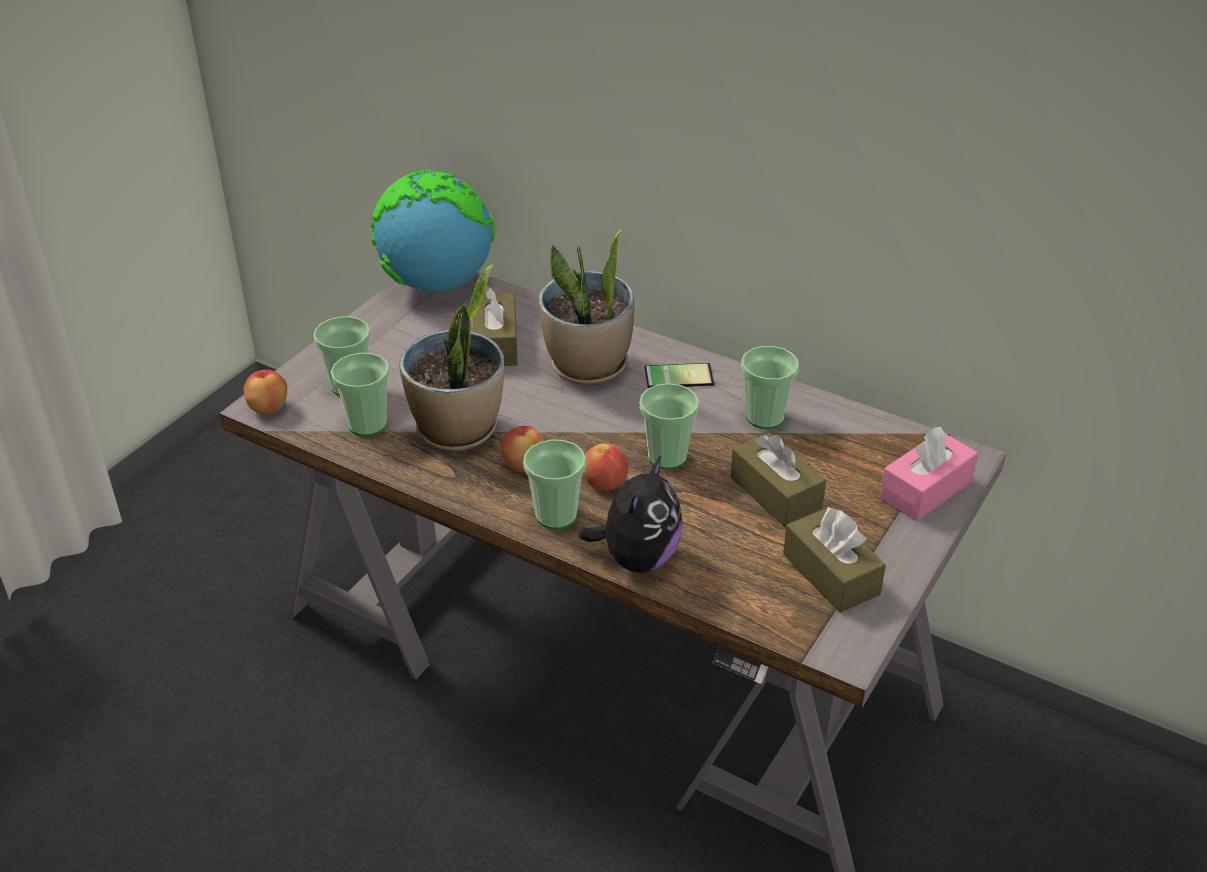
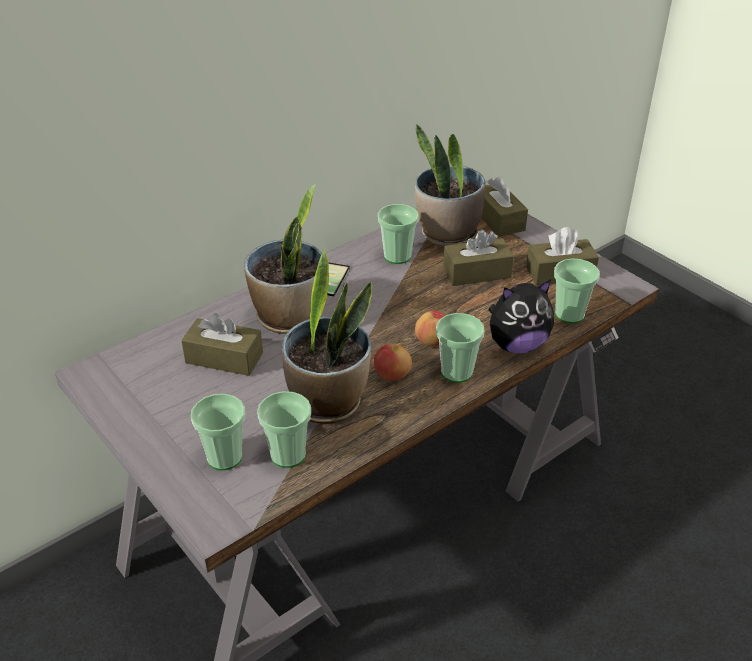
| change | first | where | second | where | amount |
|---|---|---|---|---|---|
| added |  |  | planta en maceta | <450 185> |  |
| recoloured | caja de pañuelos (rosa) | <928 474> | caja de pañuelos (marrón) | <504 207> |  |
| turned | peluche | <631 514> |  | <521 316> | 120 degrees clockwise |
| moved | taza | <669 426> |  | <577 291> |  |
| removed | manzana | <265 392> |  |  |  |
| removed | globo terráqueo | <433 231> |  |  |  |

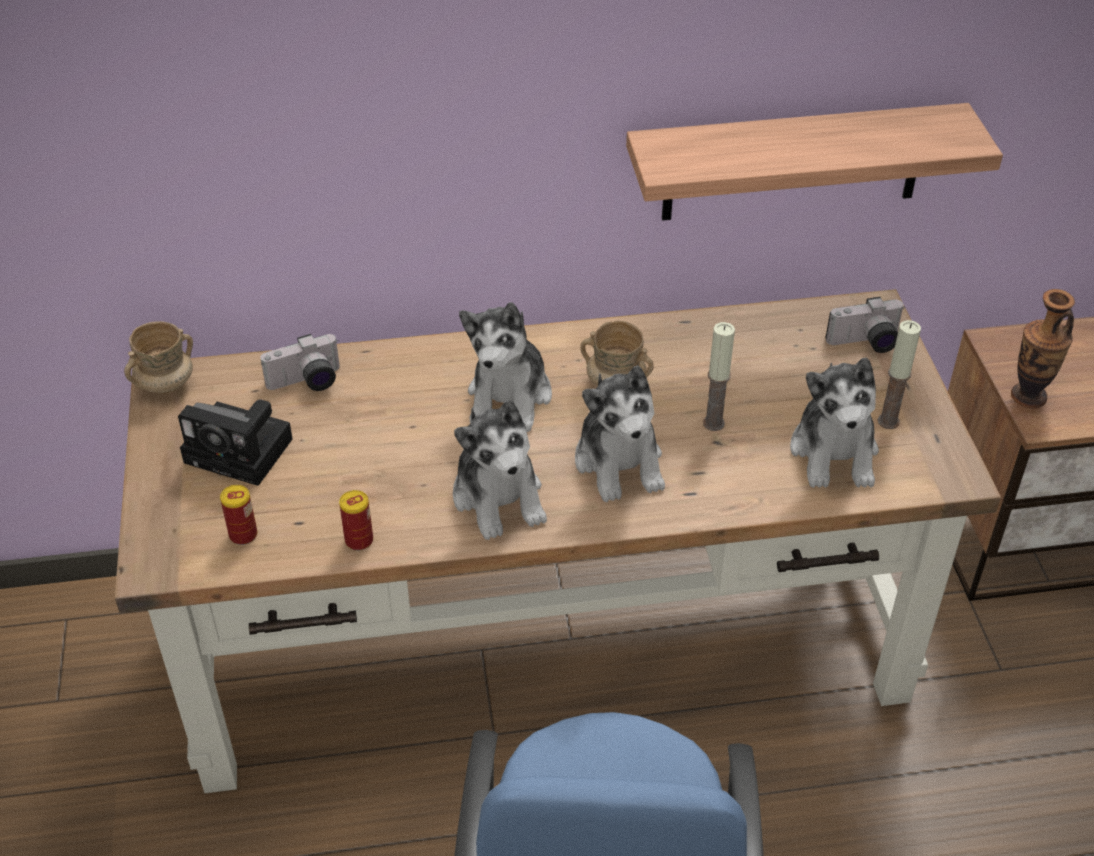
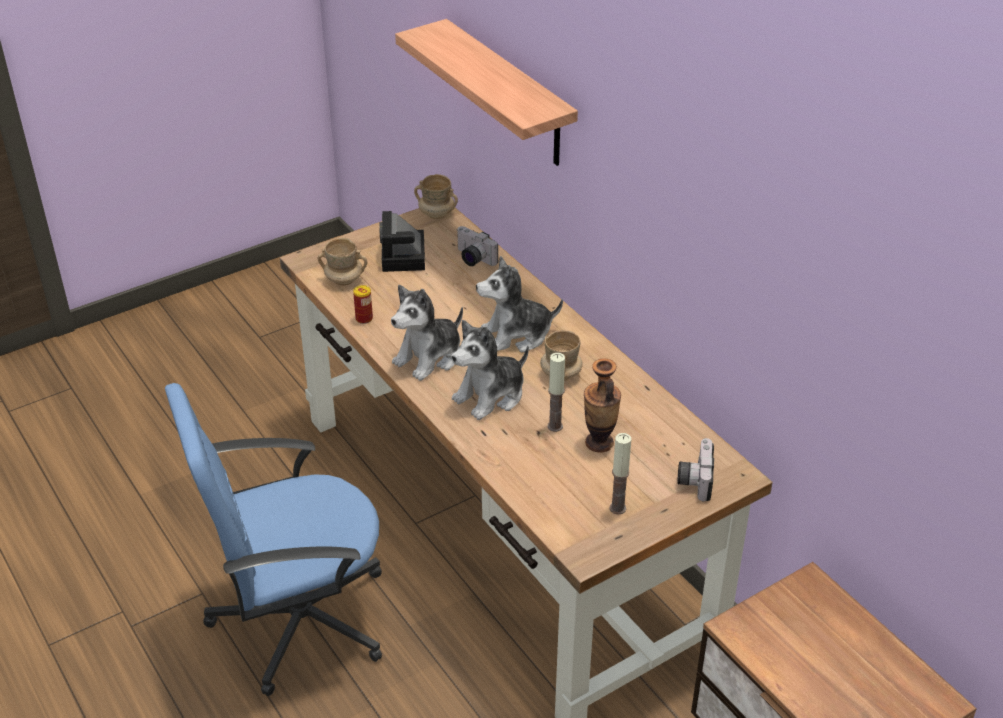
| change | first | where | second | where | amount |
|---|---|---|---|---|---|
| replaced | lata | <238 515> | taza grande (beis) | <342 262> |  |
| moved | estante | <814 162> |  | <486 92> |  |
| moved | florero | <1043 348> |  | <602 405> |  |
| turned | cámara | <864 325> |  | <695 469> | 45 degrees clockwise |
| removed | peluche | <834 422> |  |  |  |

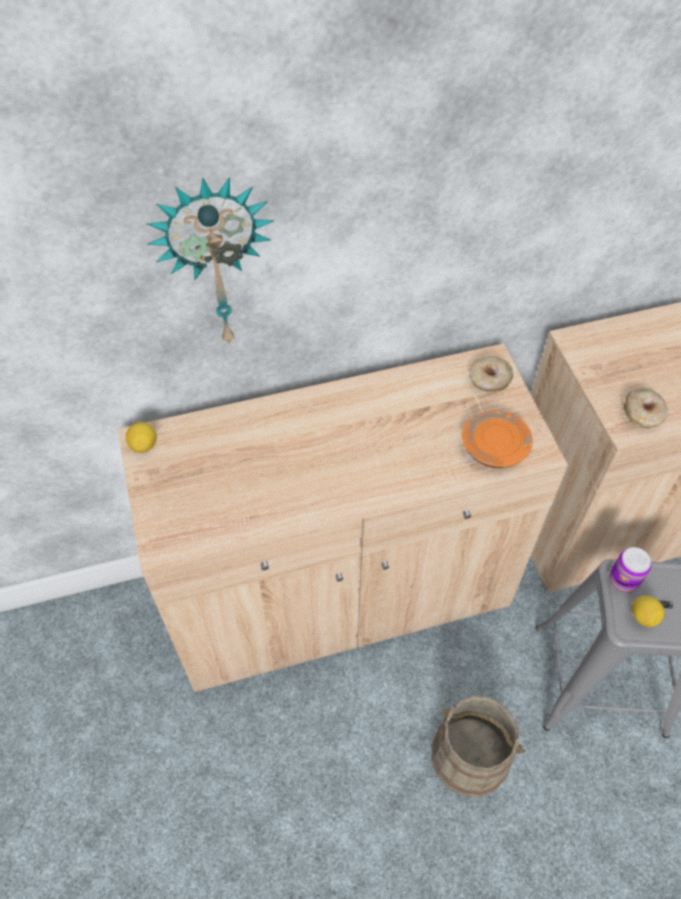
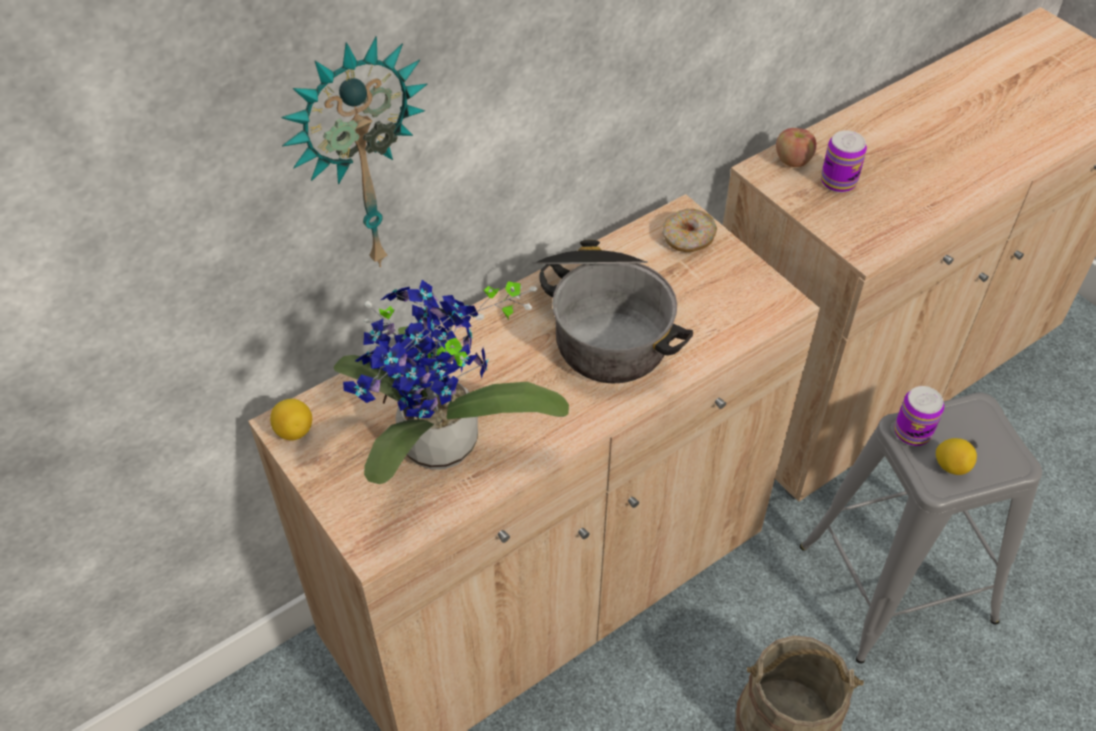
| change | first | where | second | where | amount |
|---|---|---|---|---|---|
| added |  |  | planta en maceta | <451 382> |  |
| added |  |  | olla | <613 312> |  |
| added |  |  | manzana | <796 147> |  |
| added |  |  | lata | <844 161> |  |
| removed | plato (naranja) | <497 439> |  |  |  |
| removed | rosquilla | <646 408> |  |  |  |

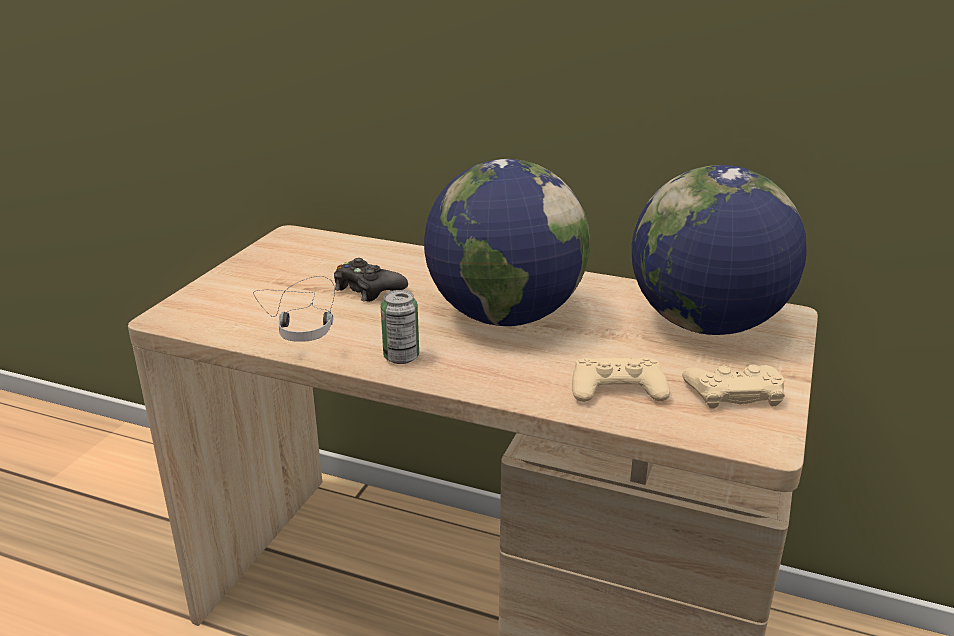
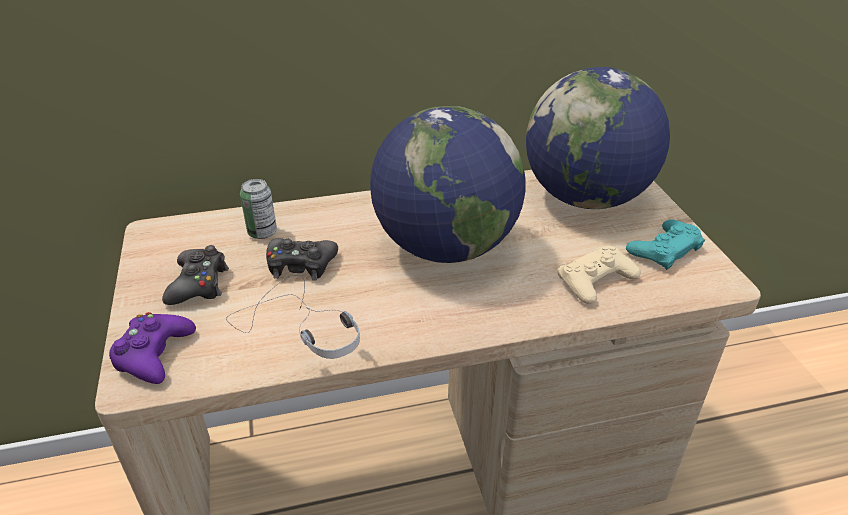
| change | first | where | second | where | amount |
|---|---|---|---|---|---|
| added |  |  | mando de consola (morado) | <152 348> |  |
| added |  |  | mando de consola (negro) | <195 275> |  |
| moved | lata | <400 327> |  | <258 209> |  |
| recoloured | mando de consola (beis) | <733 387> | mando de consola (turquesa) | <665 245> |  |

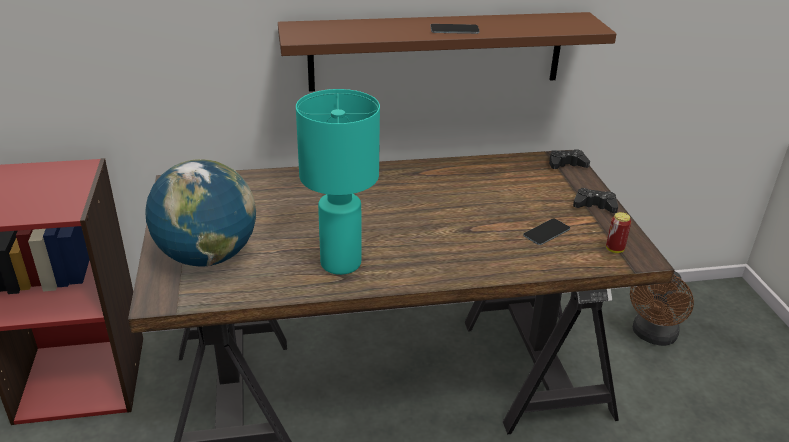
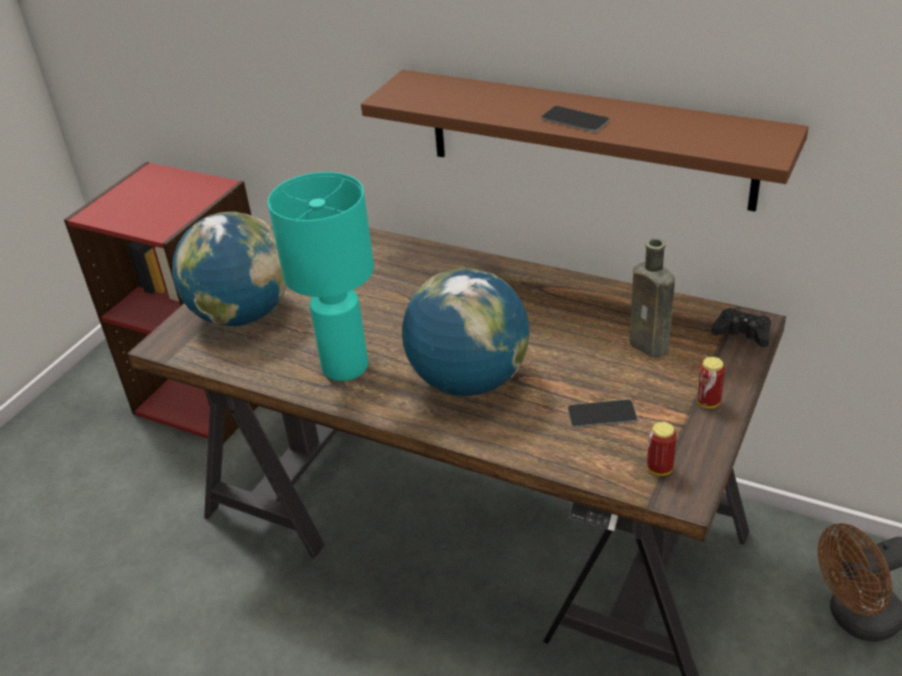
| change | first | where | second | where | amount |
|---|---|---|---|---|---|
| added |  |  | globo terráqueo | <465 332> |  |
| added |  |  | botella (marrón) | <652 298> |  |
| replaced | mando de consola (negro) | <595 200> | lata | <711 382> |  |

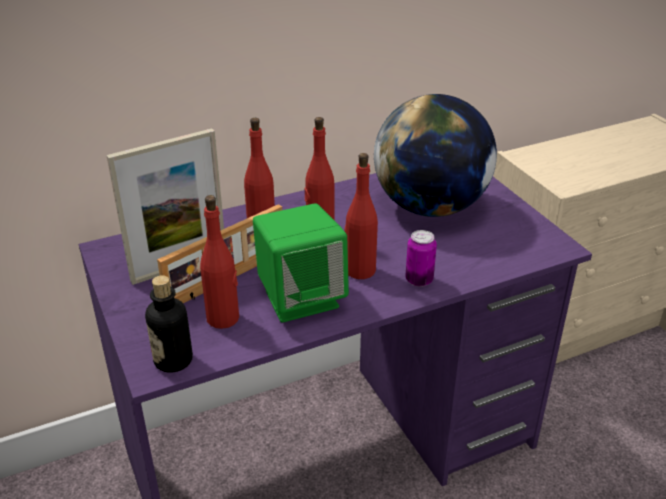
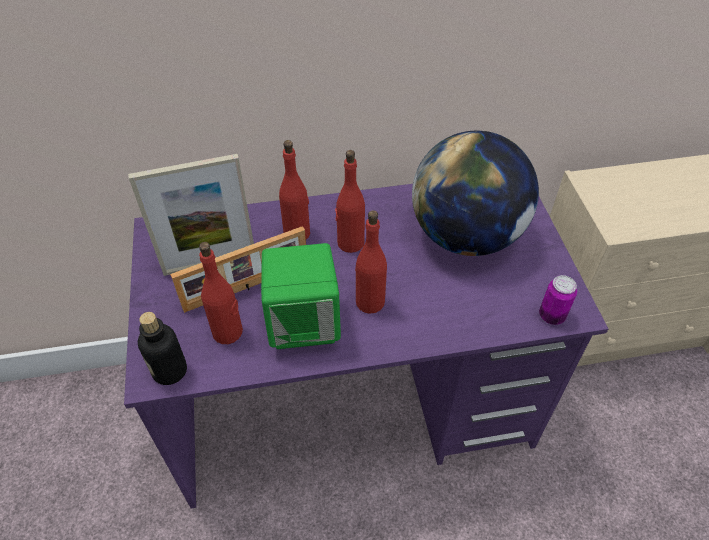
| change | first | where | second | where | amount |
|---|---|---|---|---|---|
| moved | lata | <421 258> |  | <558 300> |  |

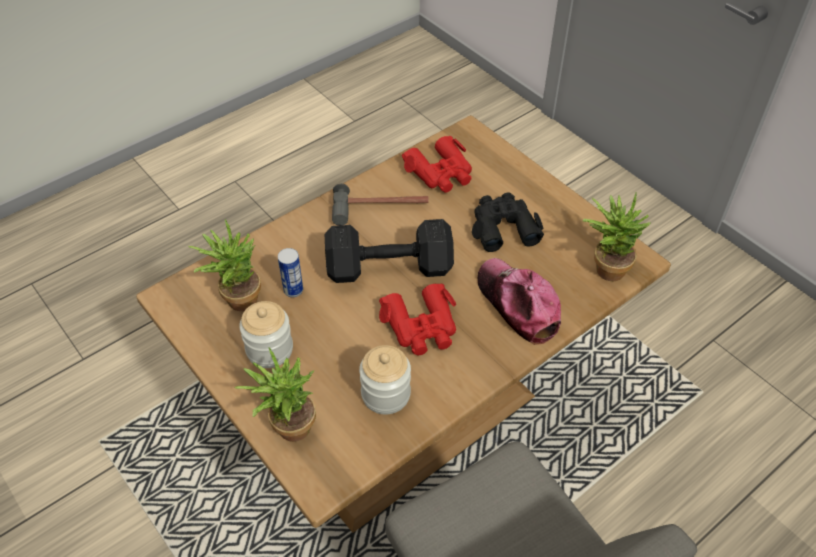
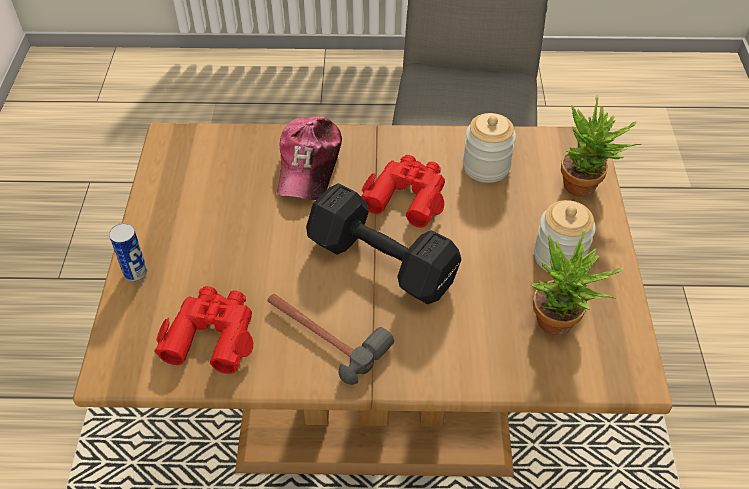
| change | first | where | second | where | amount |
|---|---|---|---|---|---|
| moved | lata | <290 272> |  | <128 252> |  |
| removed | prismáticos (negro) | <508 222> |  |  |  |
| removed | planta en maceta | <616 236> |  |  |  |

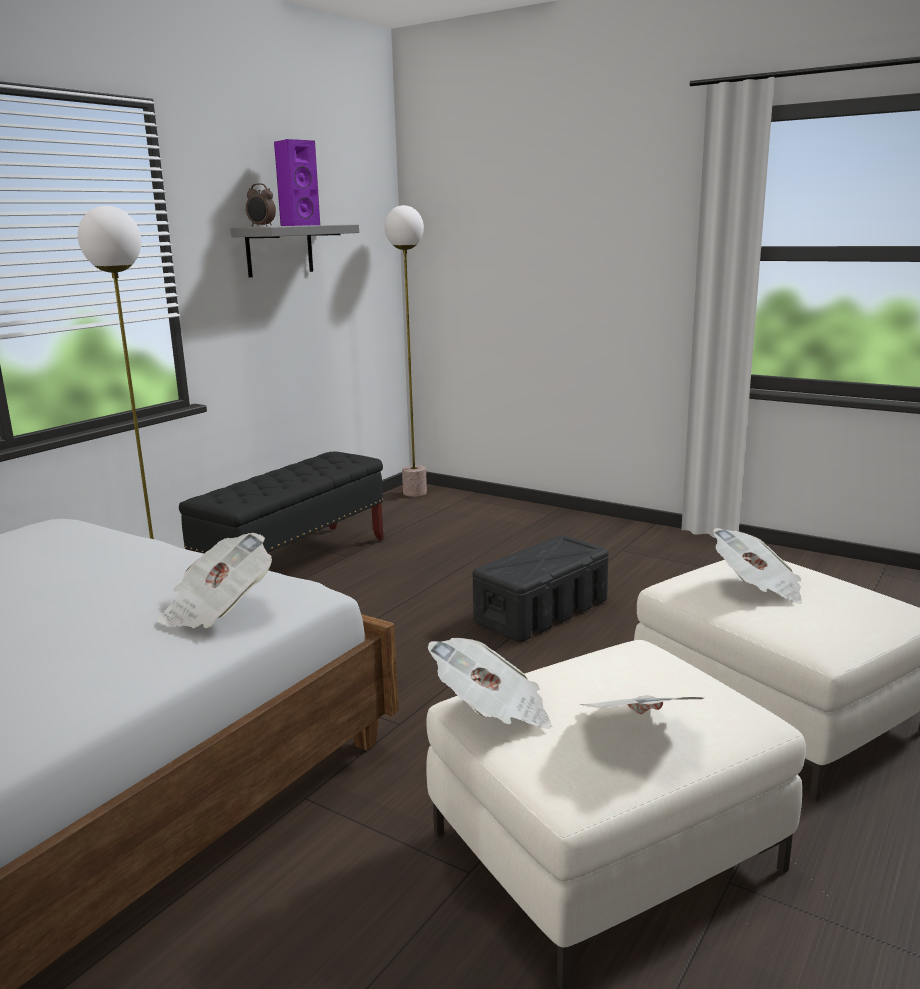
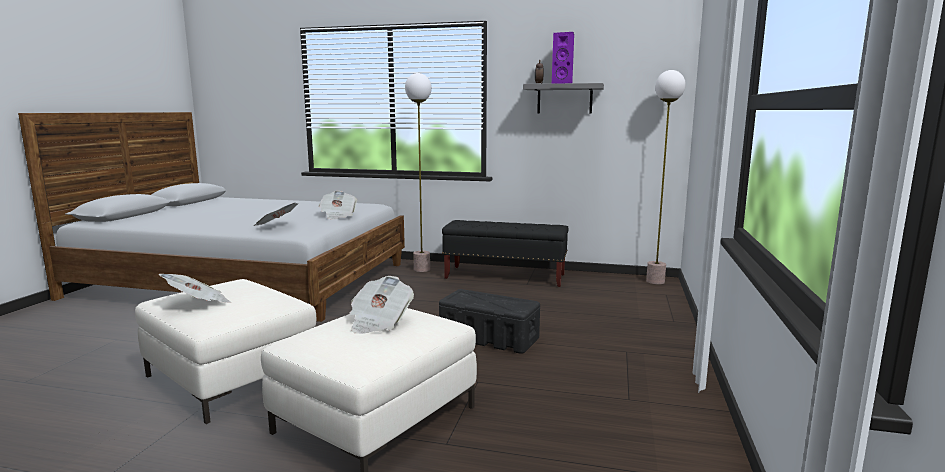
| change | first | where | second | where | amount |
|---|---|---|---|---|---|
| moved | periódico | <490 683> |  | <338 205> |  |

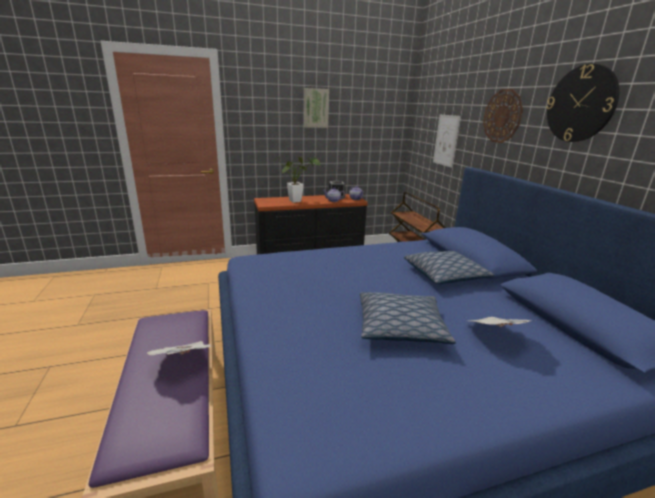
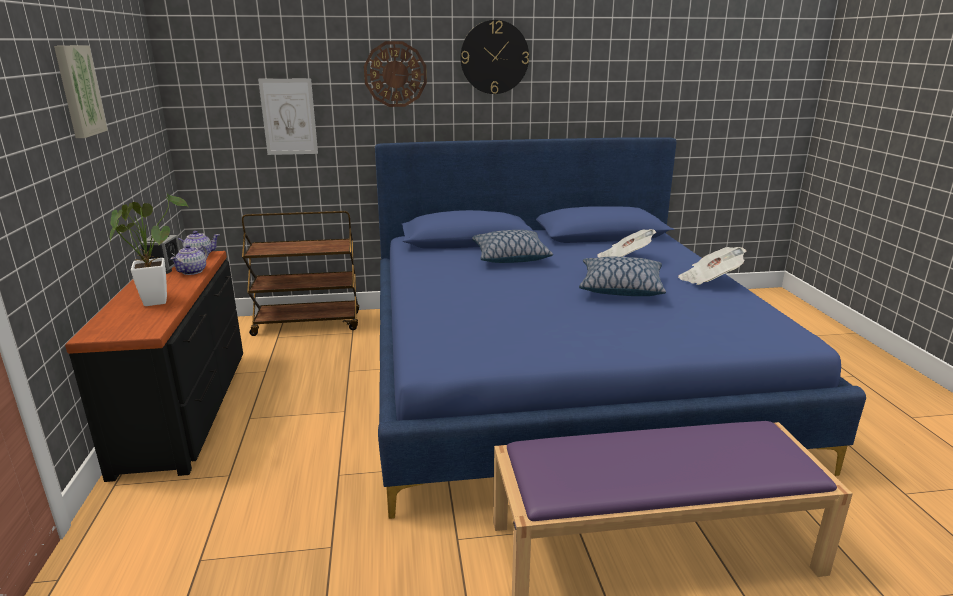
| change | first | where | second | where | amount |
|---|---|---|---|---|---|
| moved | periódico | <179 348> |  | <712 266> |  |

